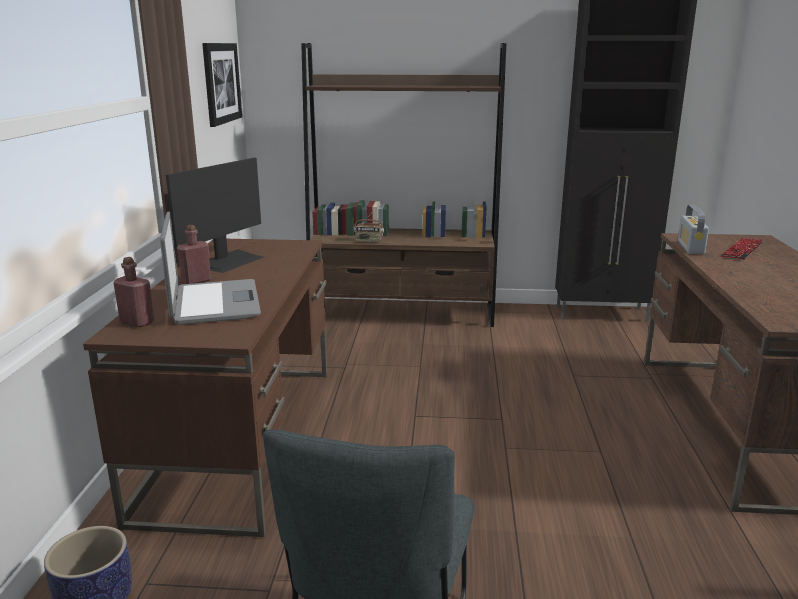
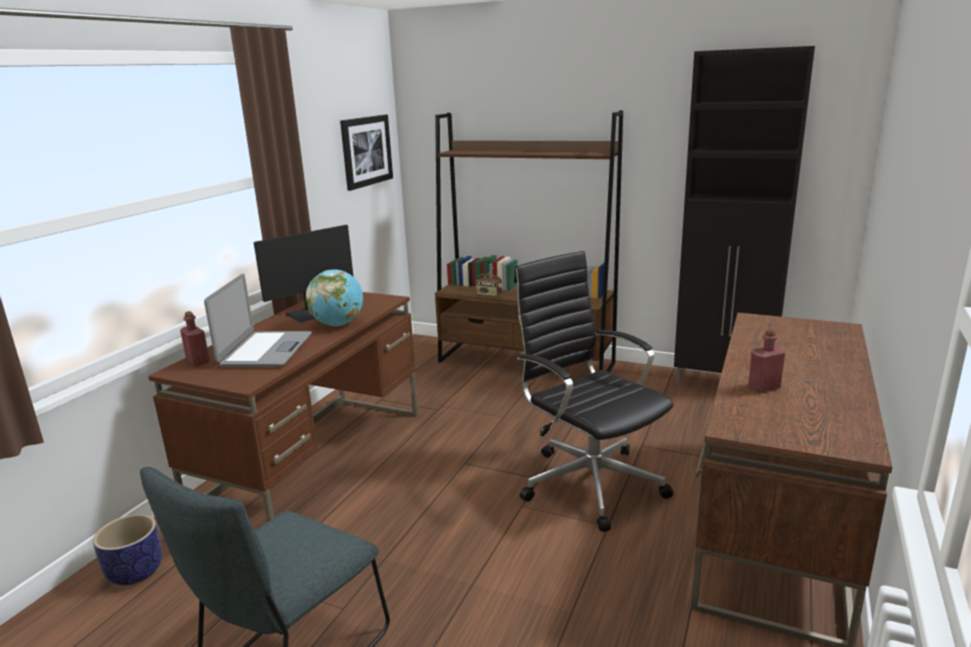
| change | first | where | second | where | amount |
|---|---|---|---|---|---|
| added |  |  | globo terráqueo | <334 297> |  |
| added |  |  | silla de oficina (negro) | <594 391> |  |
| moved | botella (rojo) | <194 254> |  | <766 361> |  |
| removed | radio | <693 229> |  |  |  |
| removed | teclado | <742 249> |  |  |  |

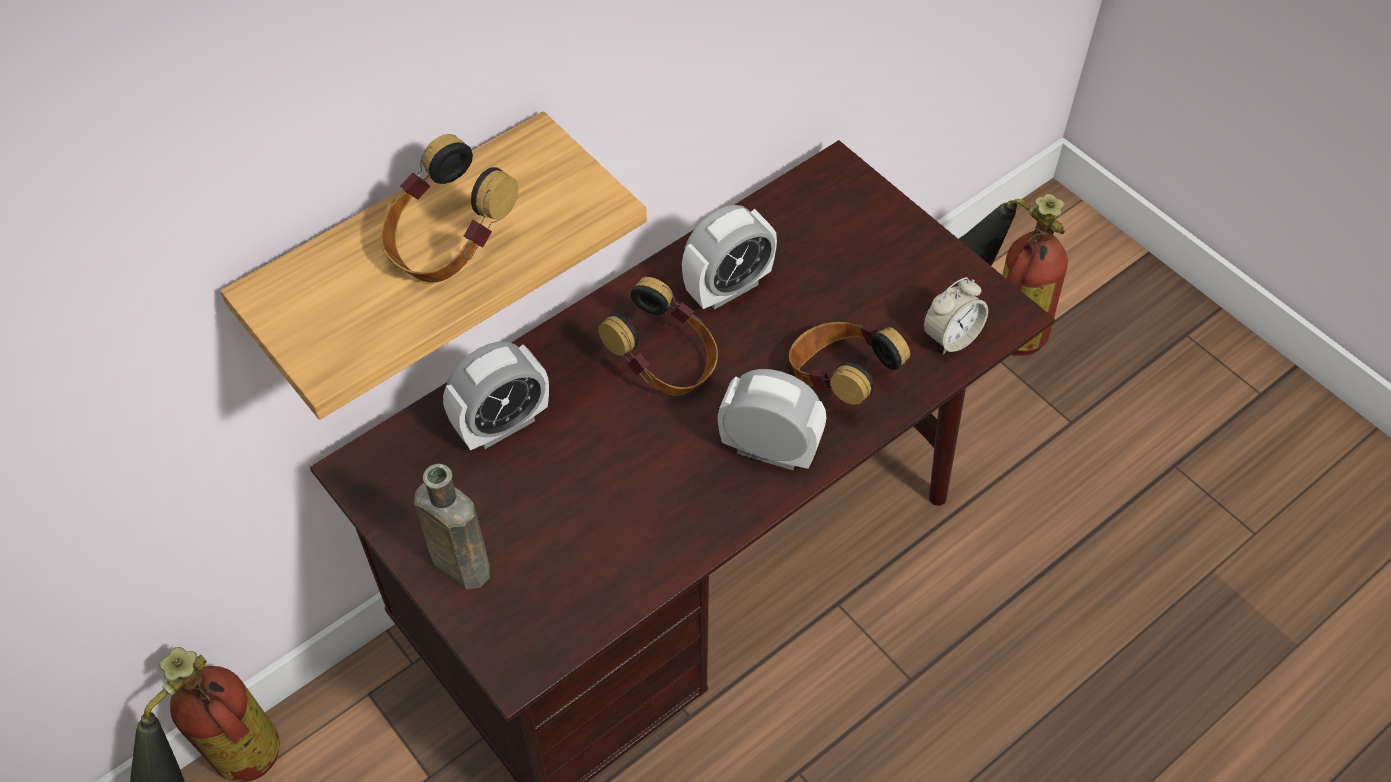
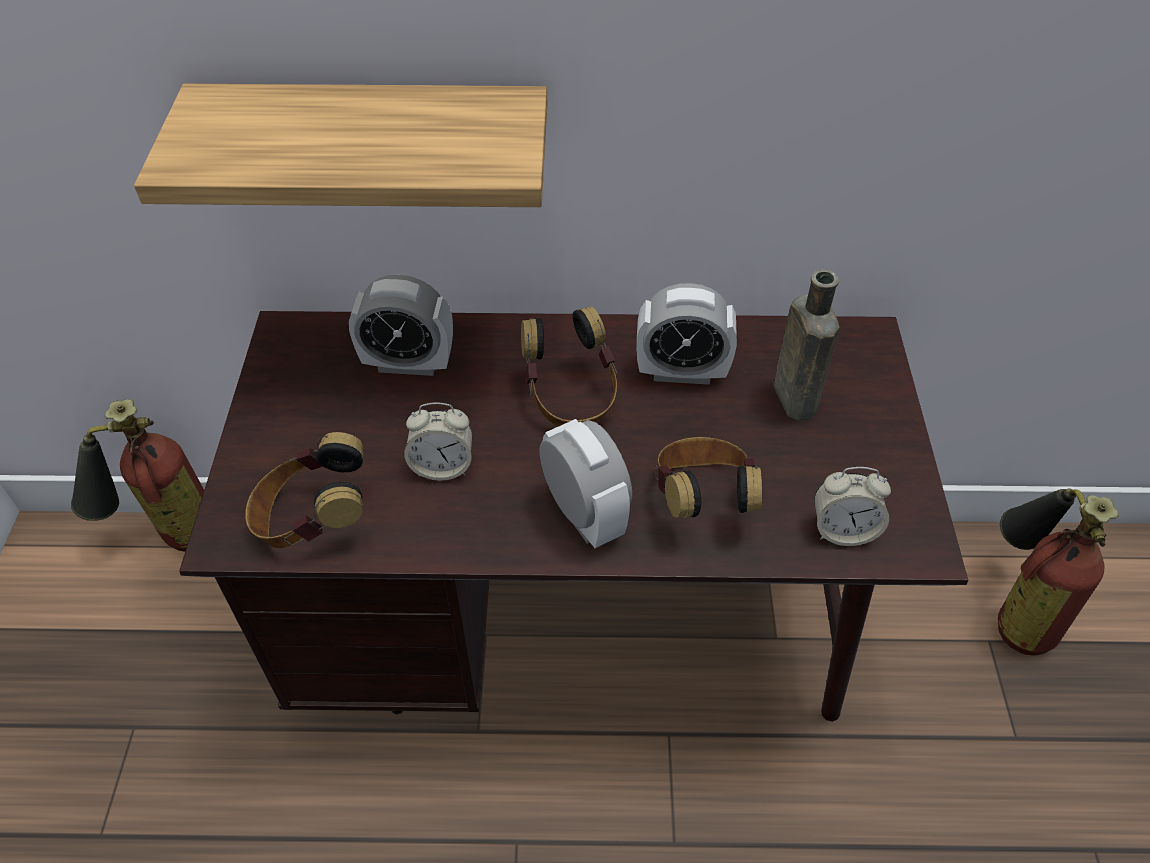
| change | first | where | second | where | amount |
|---|---|---|---|---|---|
| moved | auriculares | <449 208> |  | <304 490> |  |
| added |  |  | despertador | <438 441> |  |
| moved | botella (marrón) | <452 526> |  | <807 345> |  |

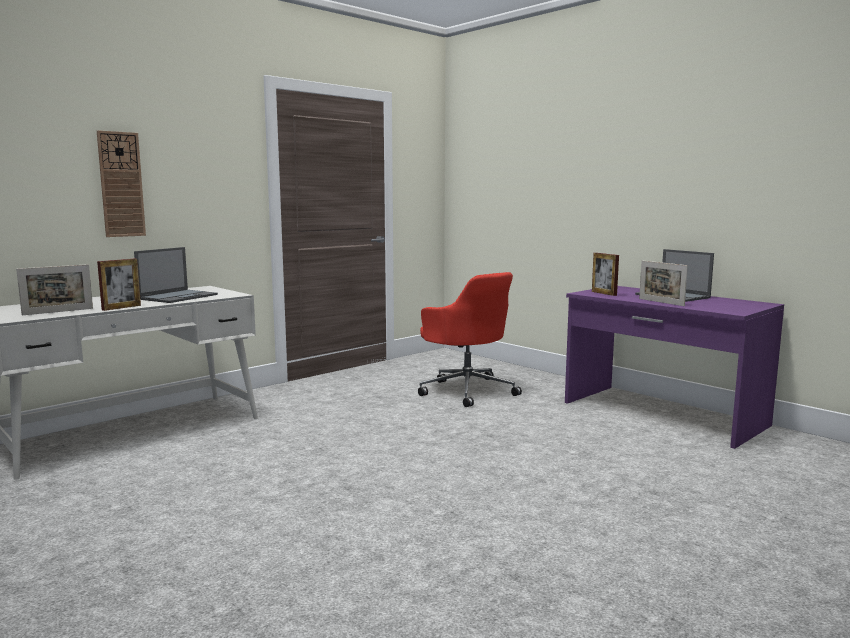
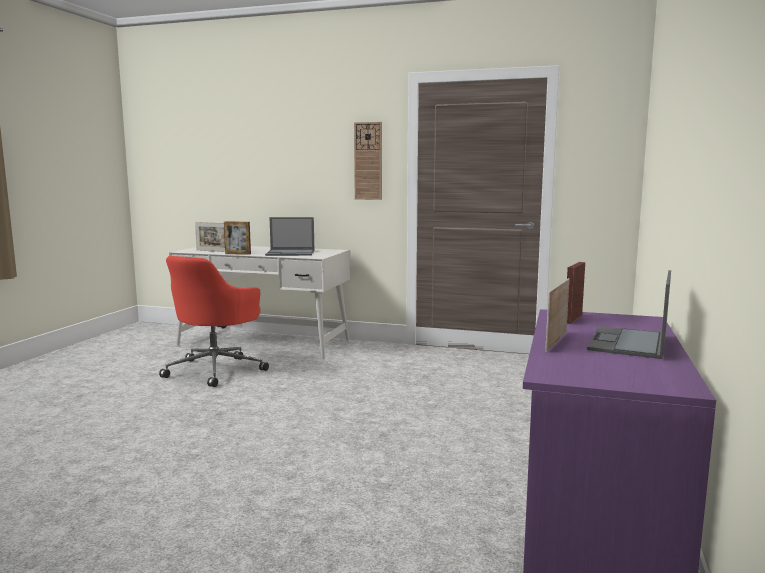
| change | first | where | second | where | amount |
|---|---|---|---|---|---|
| moved | silla de oficina (rojo) | <470 339> |  | <214 321> |  |
| moved | reloj de pared | <121 183> |  | <368 161> |  |

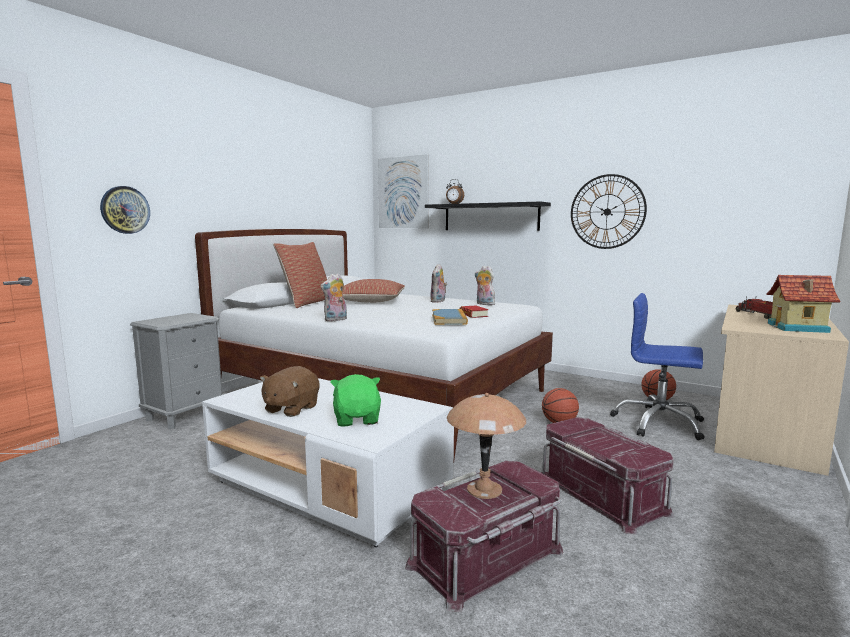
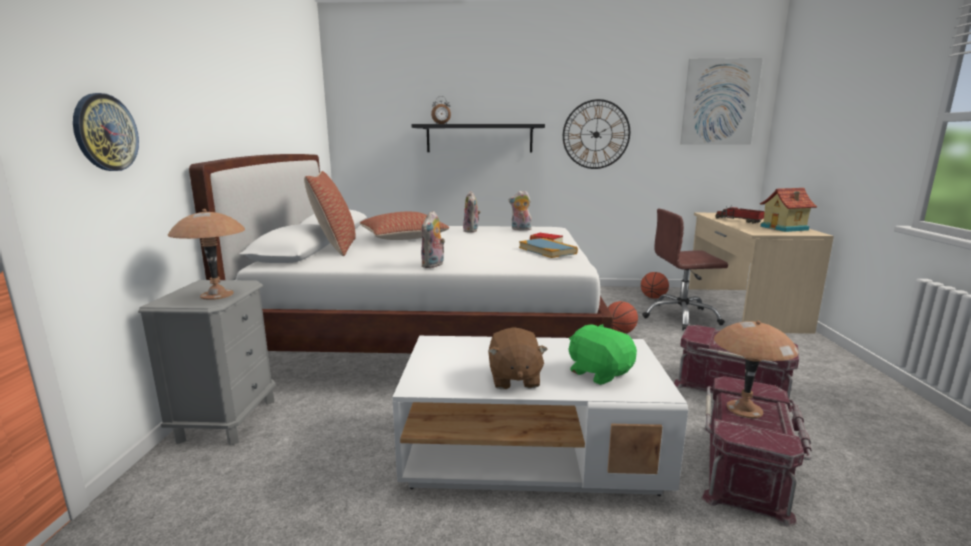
| change | first | where | second | where | amount |
|---|---|---|---|---|---|
| added |  |  | lámpara de mesa (marrón) | <206 254> |  |
| recoloured | silla de oficina (azul) | <657 366> | silla de oficina (marrón) | <685 269> |  |
| moved | cuadro | <403 191> |  | <721 101> |  |

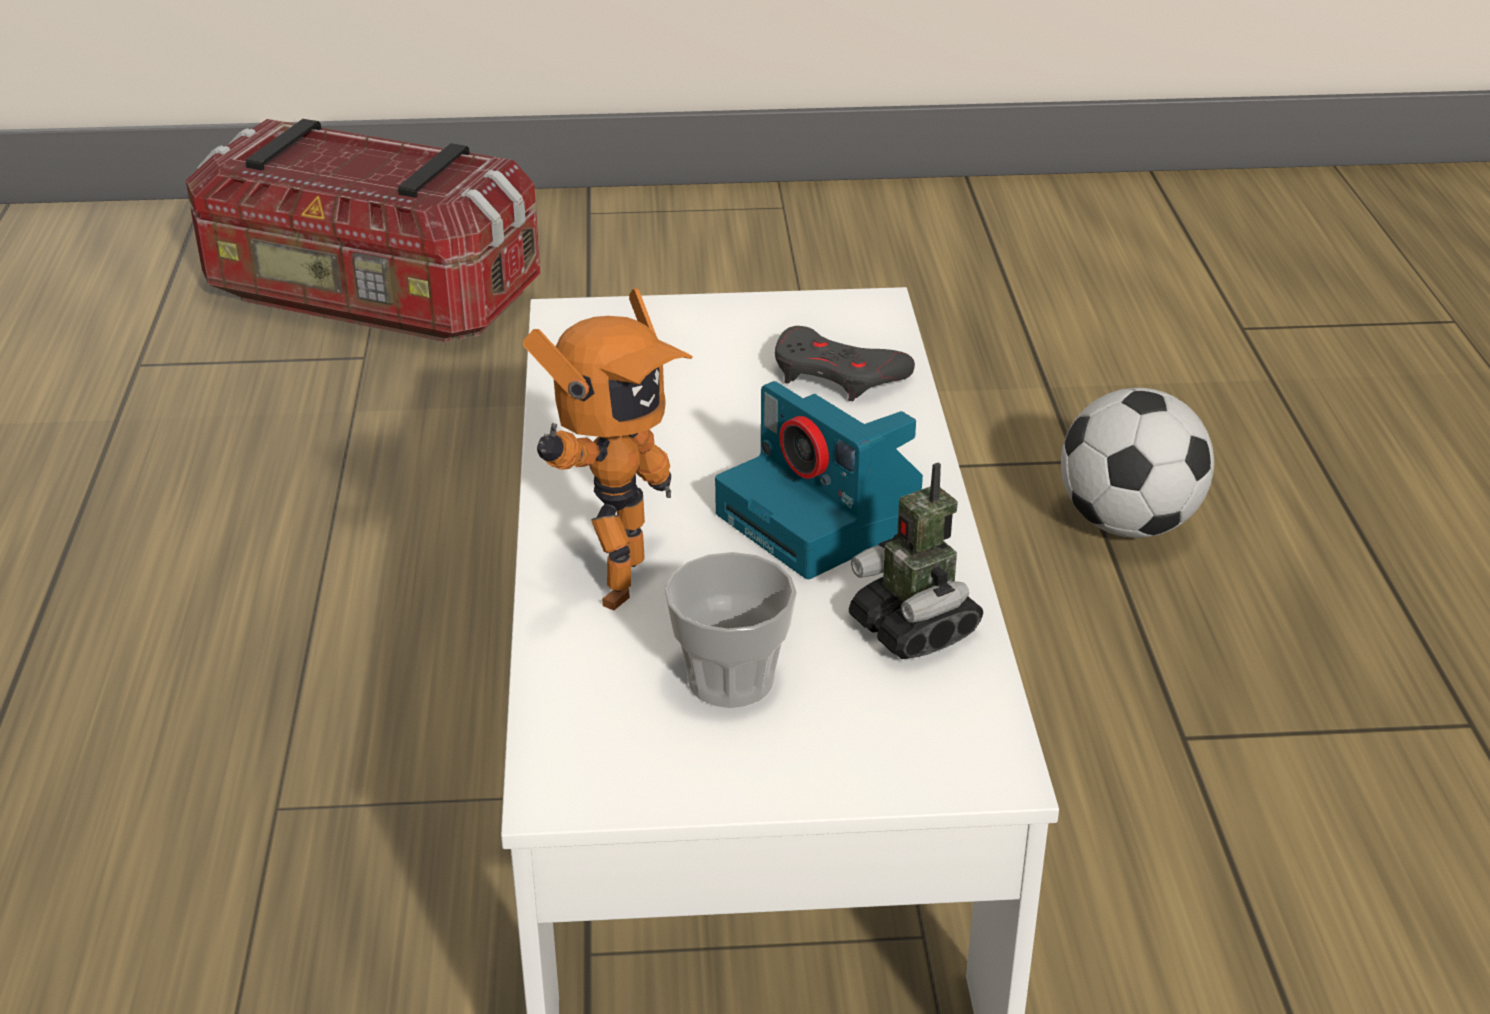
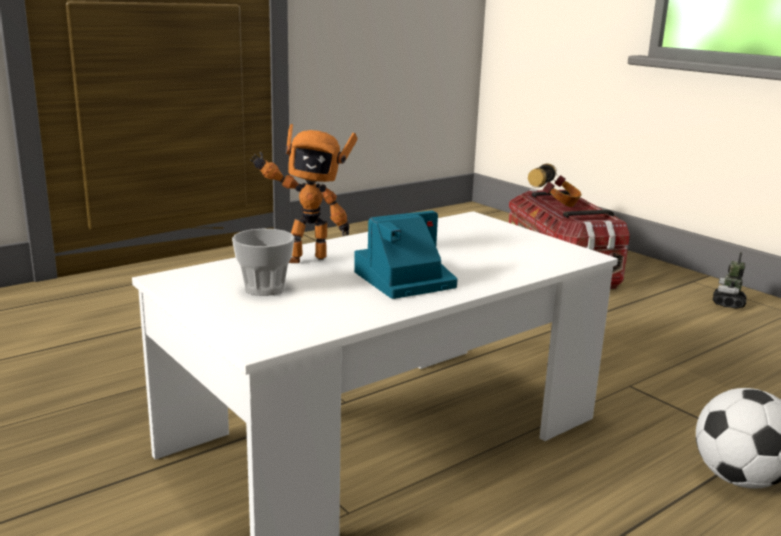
| change | first | where | second | where | amount |
|---|---|---|---|---|---|
| turned | cámara | <819 480> |  | <405 254> | 45 degrees clockwise |
| added |  |  | auriculares | <555 185> |  |
| moved | robot de juguete | <916 560> |  | <729 280> |  |
| removed | mando de consola (gris) | <845 363> |  |  |  |

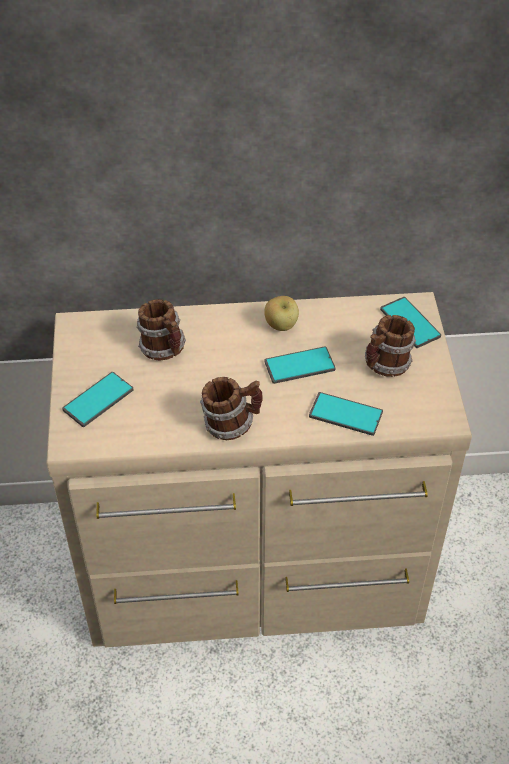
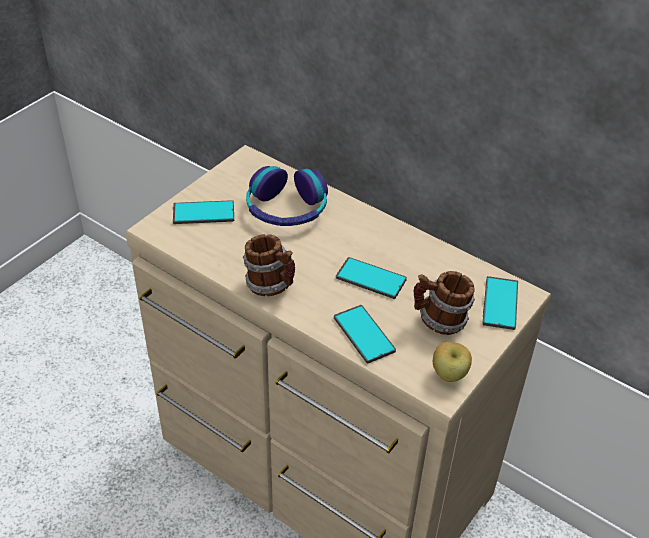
| change | first | where | second | where | amount |
|---|---|---|---|---|---|
| replaced | taza grande | <161 329> | auriculares | <287 196> |  |
| moved | manzana | <281 313> |  | <452 362> |  |

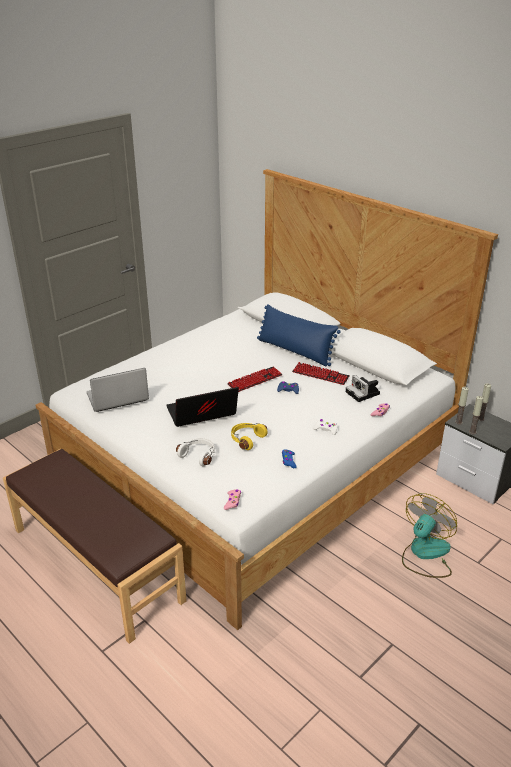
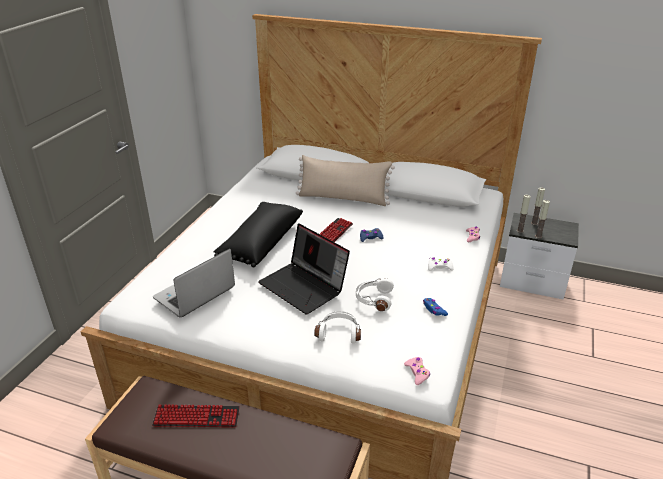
| change | first | where | second | where | amount |
|---|---|---|---|---|---|
| moved | teclado | <321 373> |  | <196 415> |  |
| added |  |  | cojín (negro) | <258 234> |  |
| turned | portátil | <202 407> |  | <304 269> | 90 degrees counterclockwise |
| recoloured | cojín (azul) | <299 335> | cojín (beis) | <345 180> |  |
| recoloured | auriculares (amarillo) | <249 436> | auriculares (blanco) | <375 294> |  |
| removed | cámara | <363 388> |  |  |  |
| removed | ventilador | <429 535> |  |  |  |

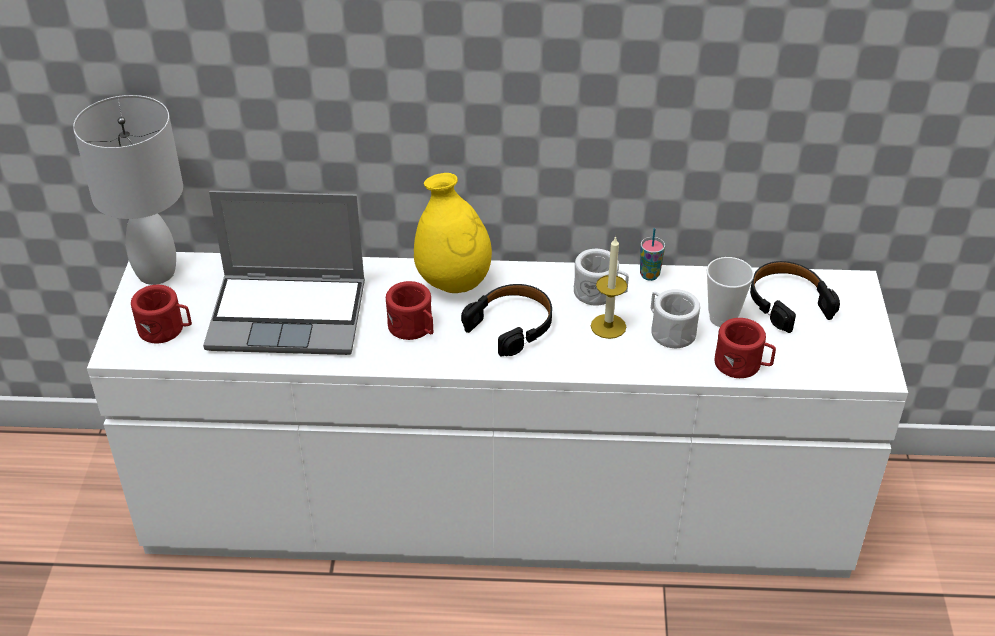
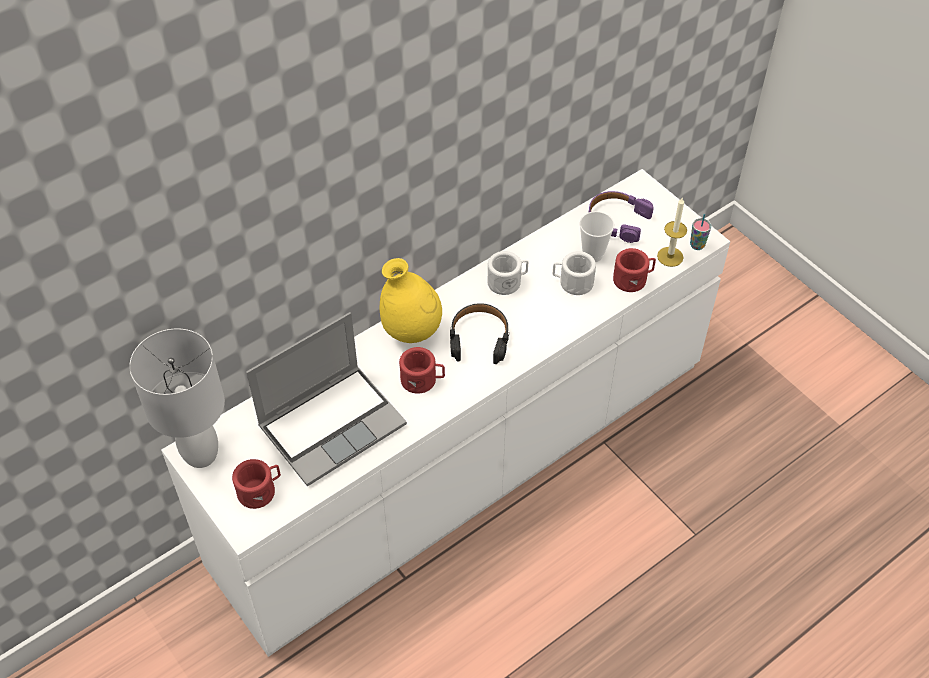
| change | first | where | second | where | amount |
|---|---|---|---|---|---|
| recoloured | auriculares (negro) | <795 297> | auriculares (morado) | <621 217> |  |
| moved | vela | <609 287> |  | <672 232> |  |
| moved | taza | <652 254> |  | <700 232> |  |

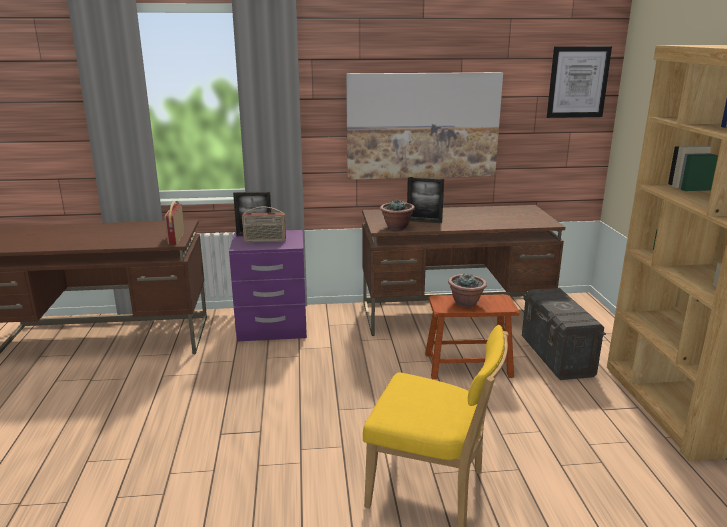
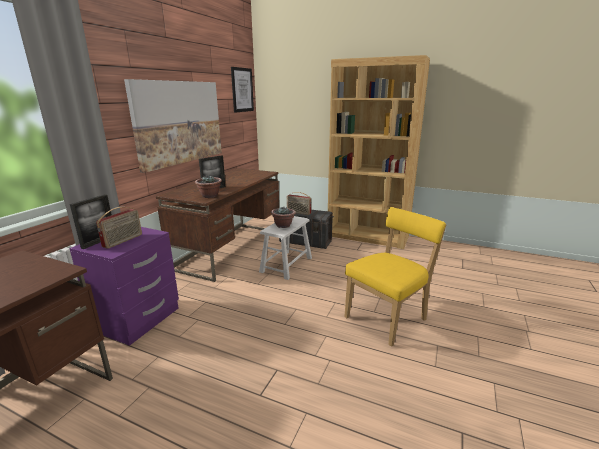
| change | first | where | second | where | amount |
|---|---|---|---|---|---|
| recoloured | taburete (marrón) | <472 336> | taburete (blanco) | <285 248> |  |
| moved | radio | <174 223> |  | <299 203> |  |

